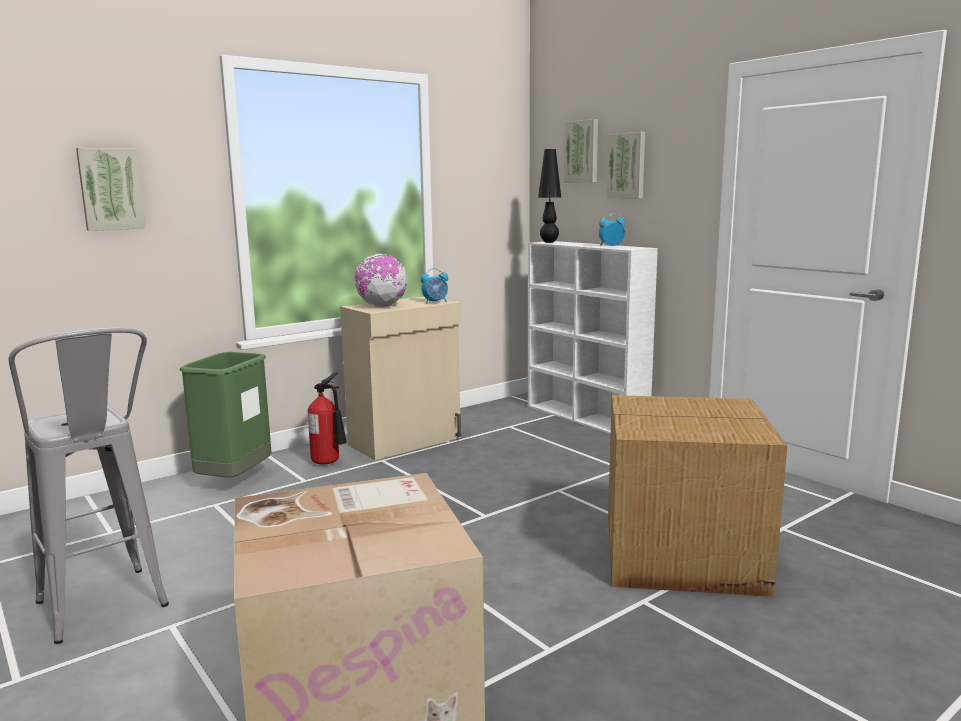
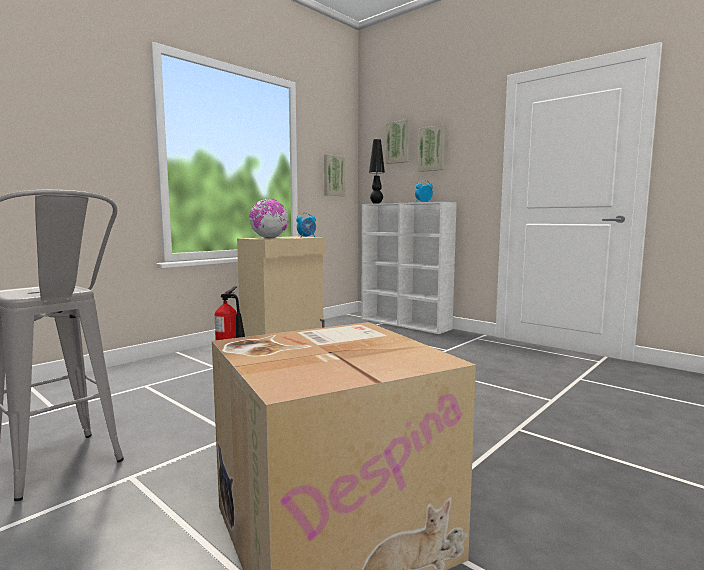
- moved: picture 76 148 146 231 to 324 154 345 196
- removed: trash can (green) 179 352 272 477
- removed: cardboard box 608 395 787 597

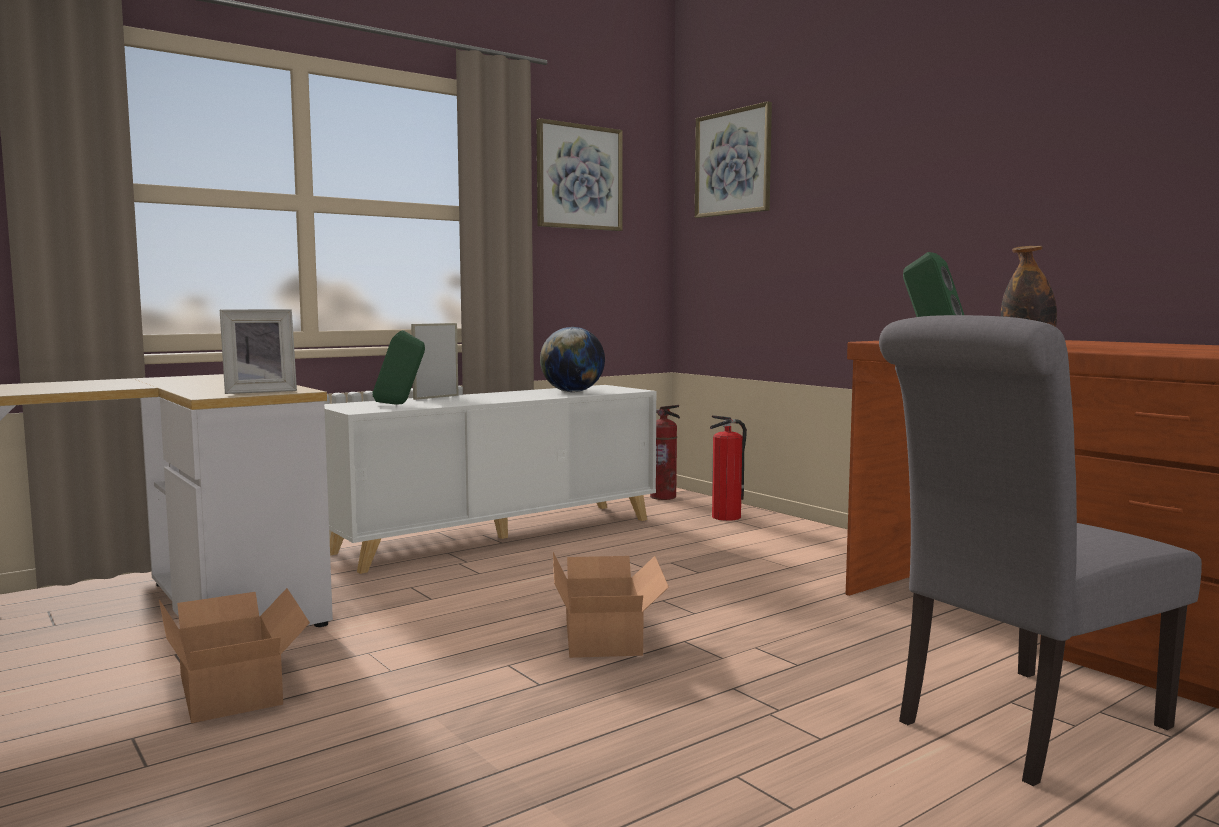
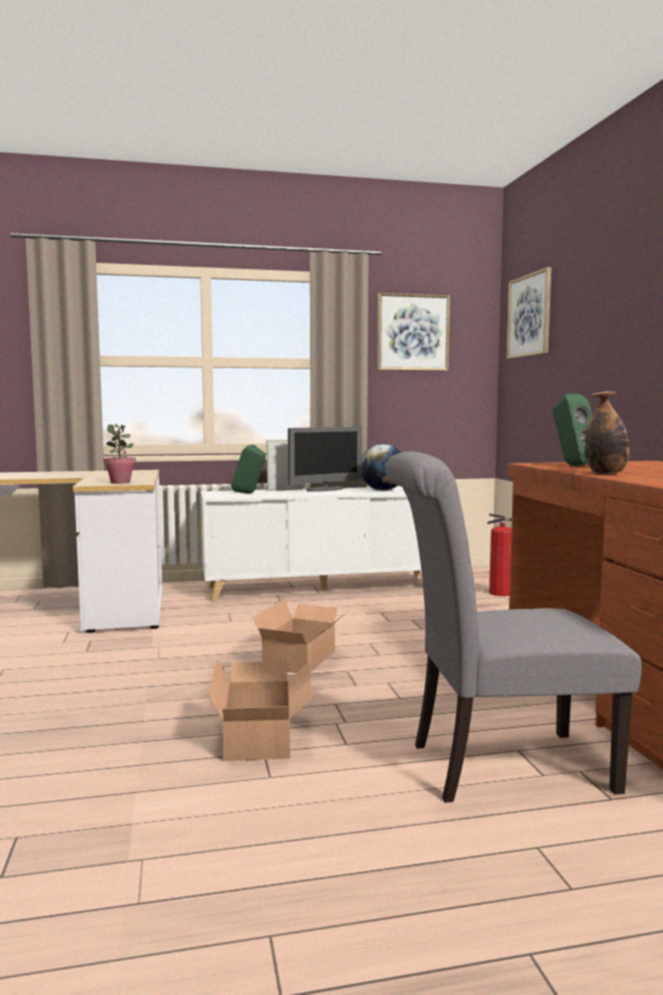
- replaced: picture frame 220 309 297 394 to potted plant 104 424 136 484
- moved: cardboard box 159 588 310 723 to 208 659 313 761
- added: monitor 288 427 362 492
- removed: fire extinguisher 650 405 680 500

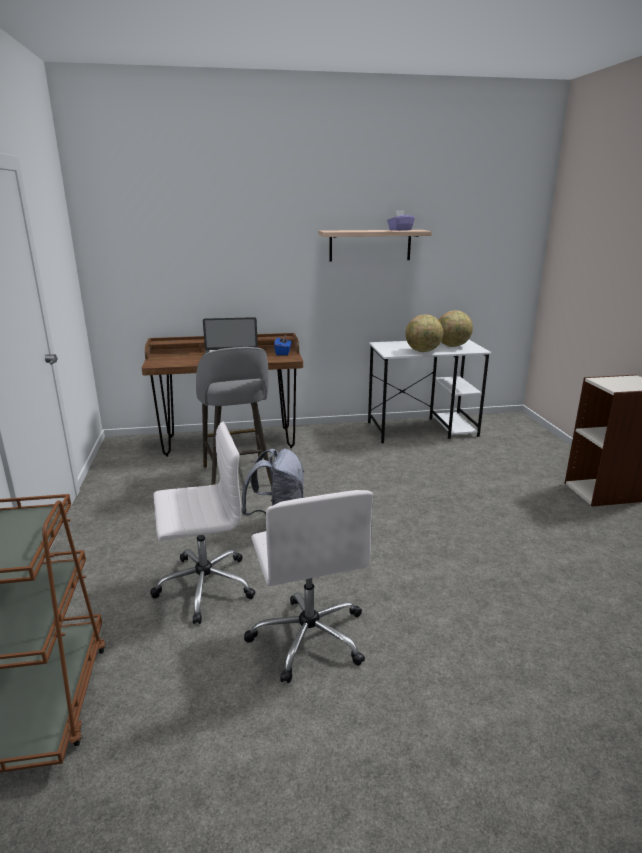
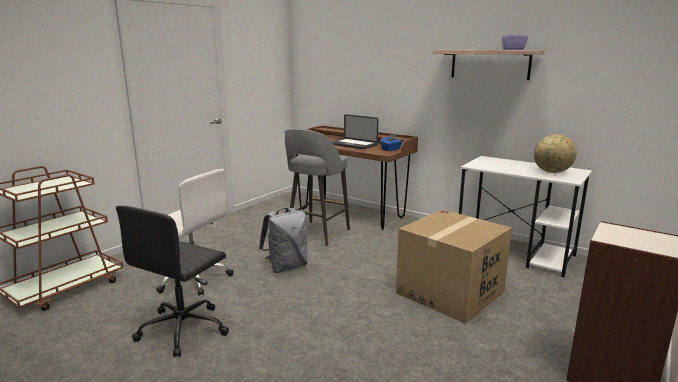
- recoloured: office chair (white) 244 490 373 683 to office chair (black) 116 206 229 357
- added: cardboard box 396 209 512 324
- removed: globe 405 314 443 352

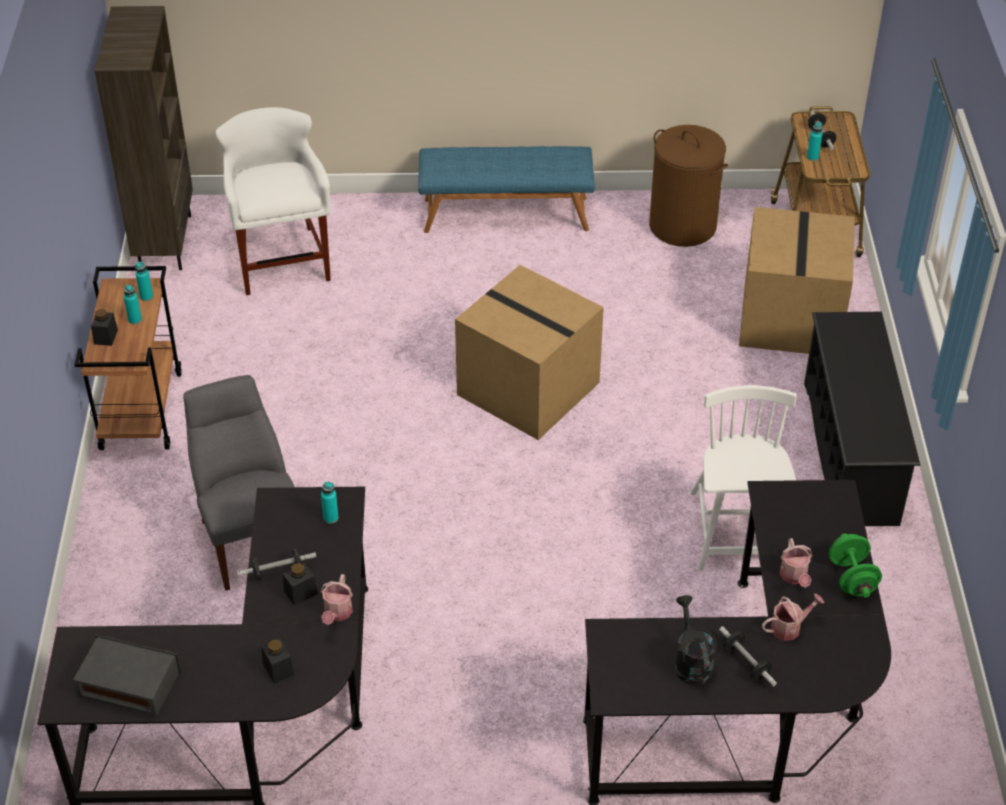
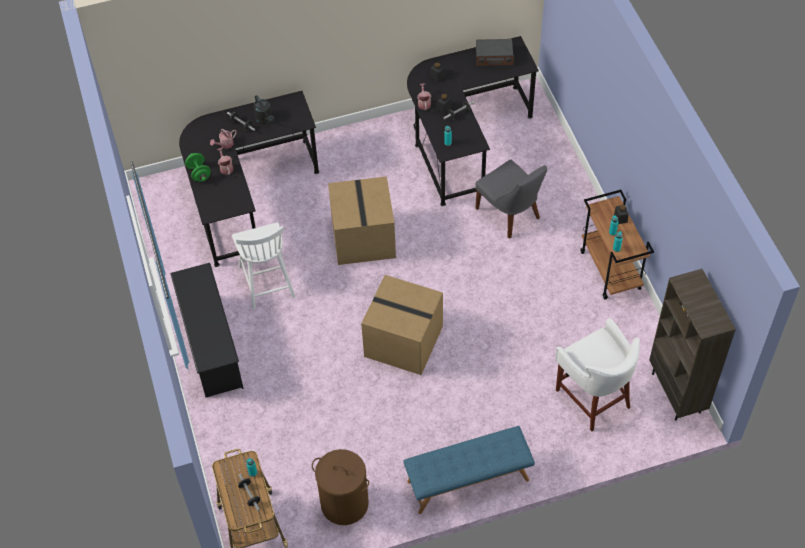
- moved: cardboard box 739 207 855 354 to 328 176 396 265

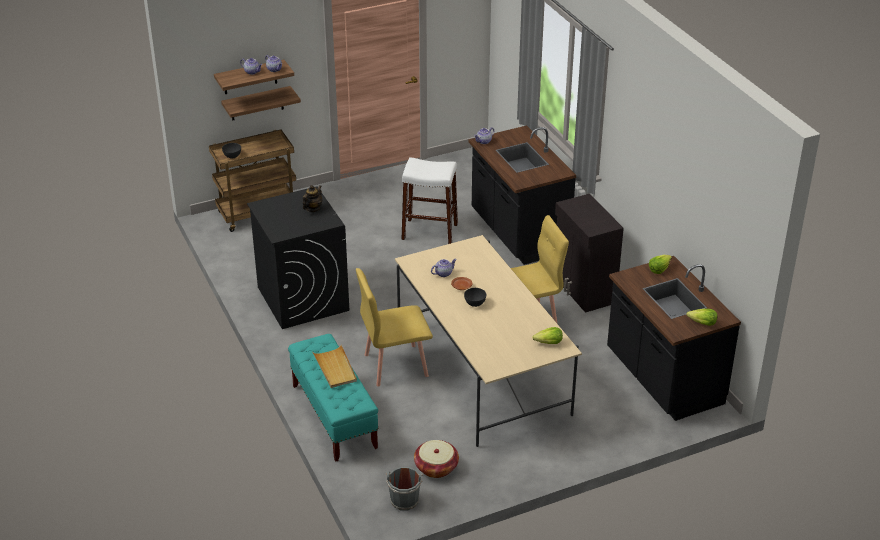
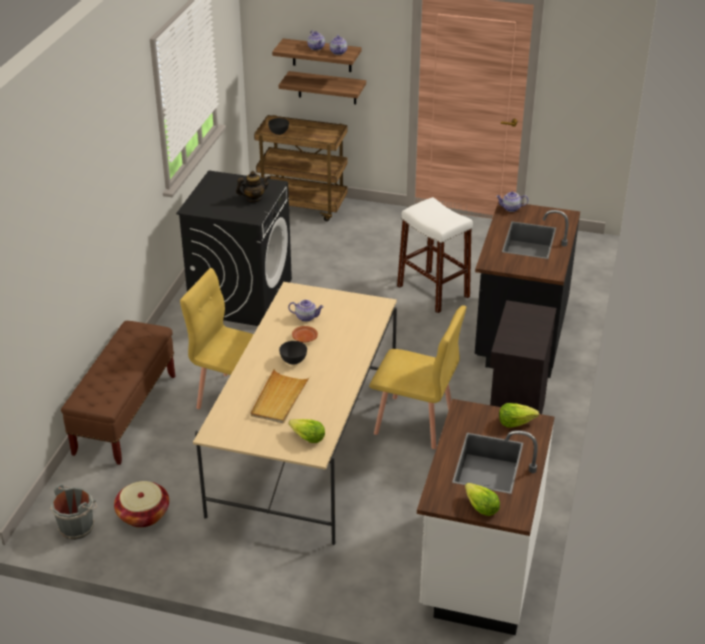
- recoloured: bench (turquoise) 288 334 379 462 to bench (brown) 61 321 175 465
- moved: tray (beige) 312 345 357 388 to 251 369 310 423
- recoloured: counter (black) 607 256 741 421 to counter (white) 417 399 554 635

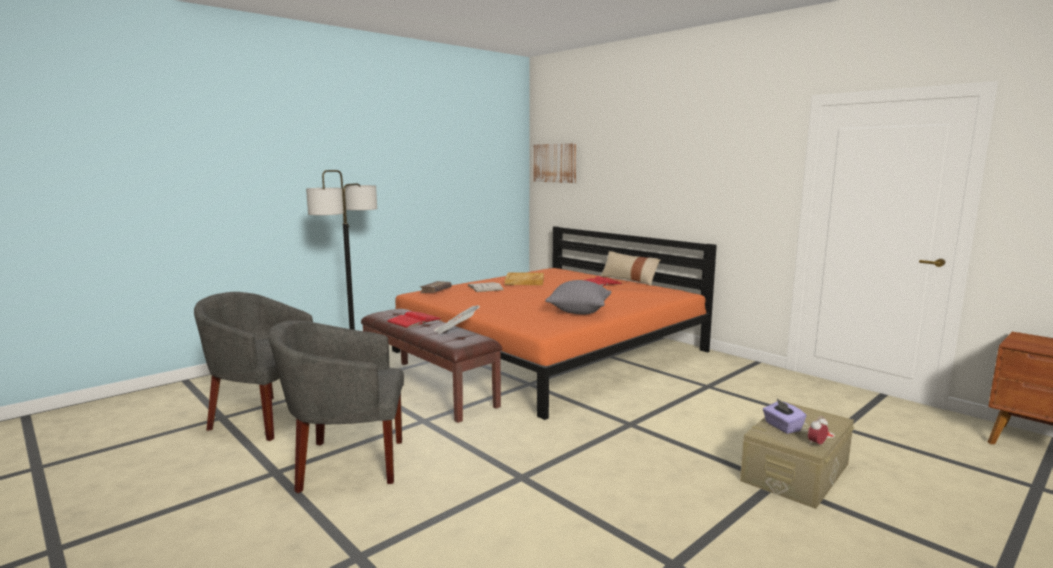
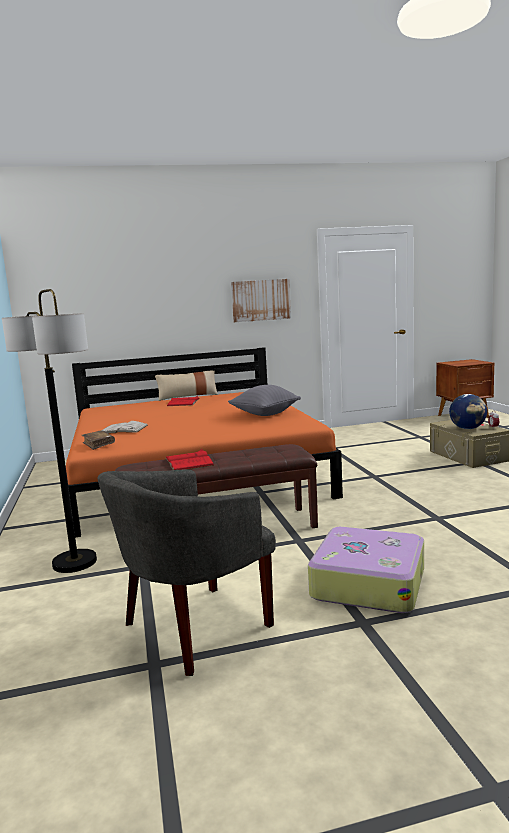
- moved: picture 533 143 576 183 to 231 279 291 322
- replaced: armchair (grey) 268 321 404 493 to suitcase 308 527 424 613
- replaced: tissue box (purple) 763 399 806 434 to globe 449 394 487 429
- removed: newspaper 434 305 480 334
- removed: tray (beige) 505 272 544 285

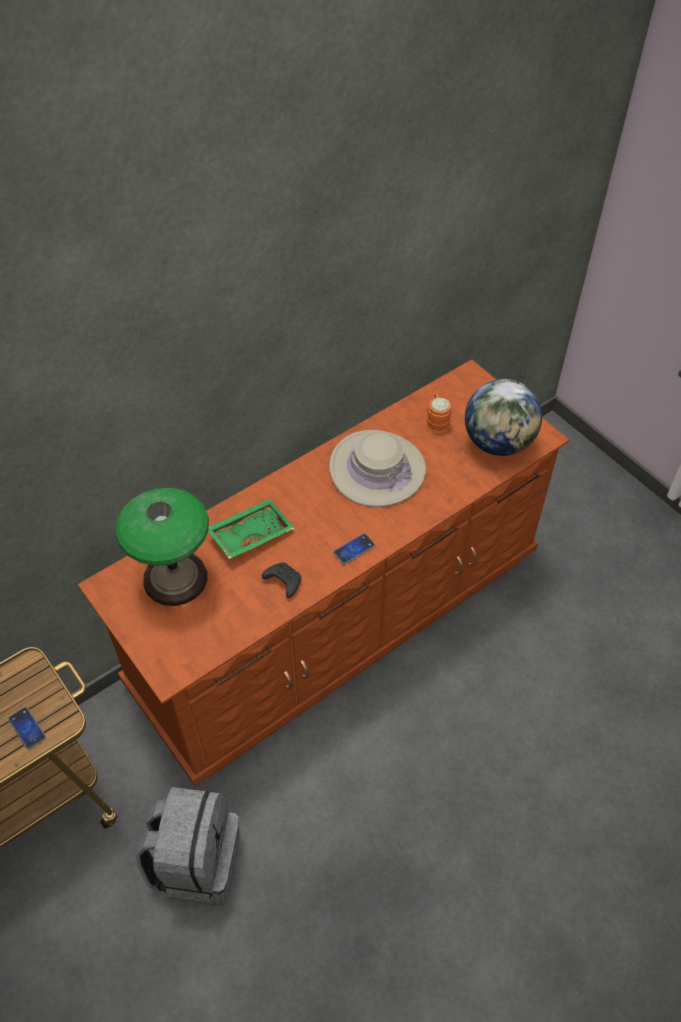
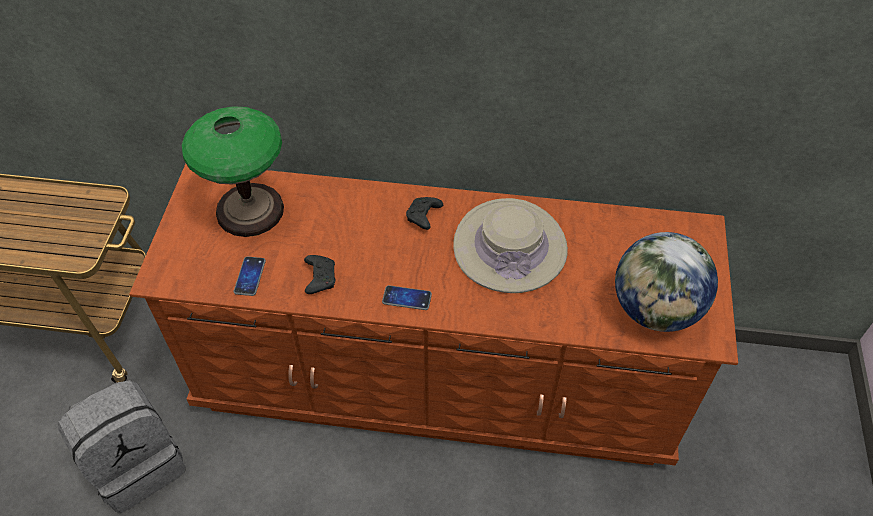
- moved: phone 8 707 46 750 to 234 256 266 296
- added: game controller (black) 406 197 443 230
- removed: tray (green) 208 499 295 559
- removed: mug (orange) 426 394 452 434

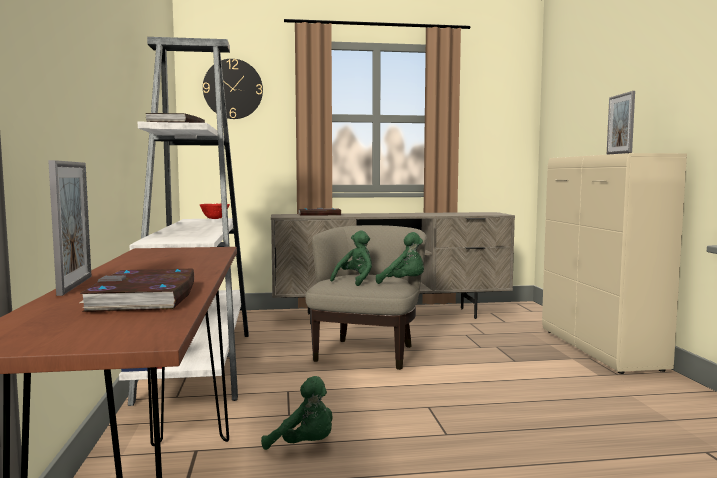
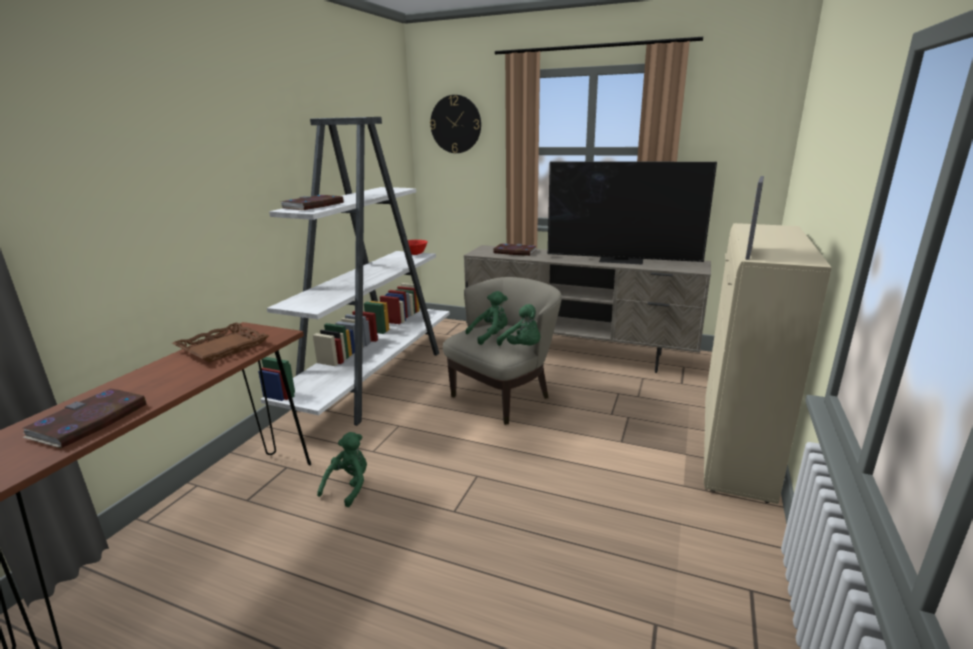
- added: tray (brown) 172 322 269 363
- turned: plush toy (green) 261 376 333 450 = 317 432 367 507 120 degrees counterclockwise
- added: television 548 161 717 265
- removed: picture frame 48 160 92 296

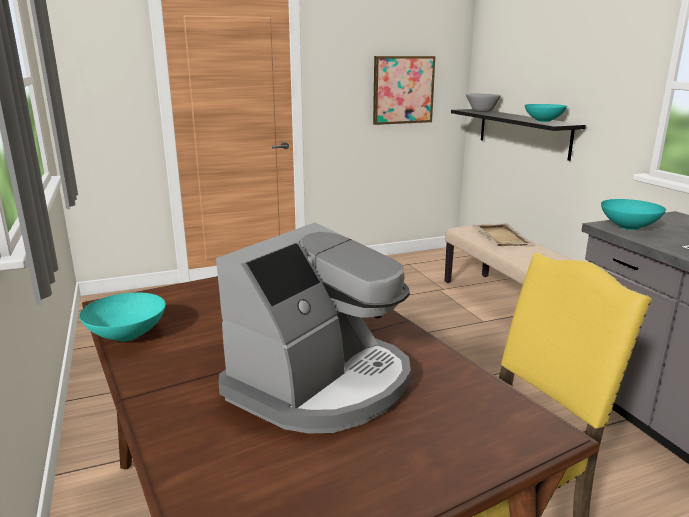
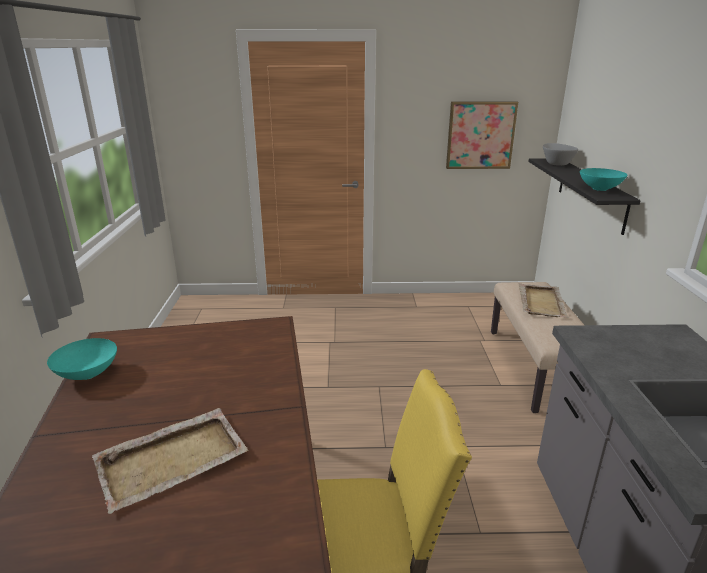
- replaced: coffee machine 216 222 411 434 to tray (beige) 92 408 249 514
- removed: bowl (turquoise) 601 199 666 230

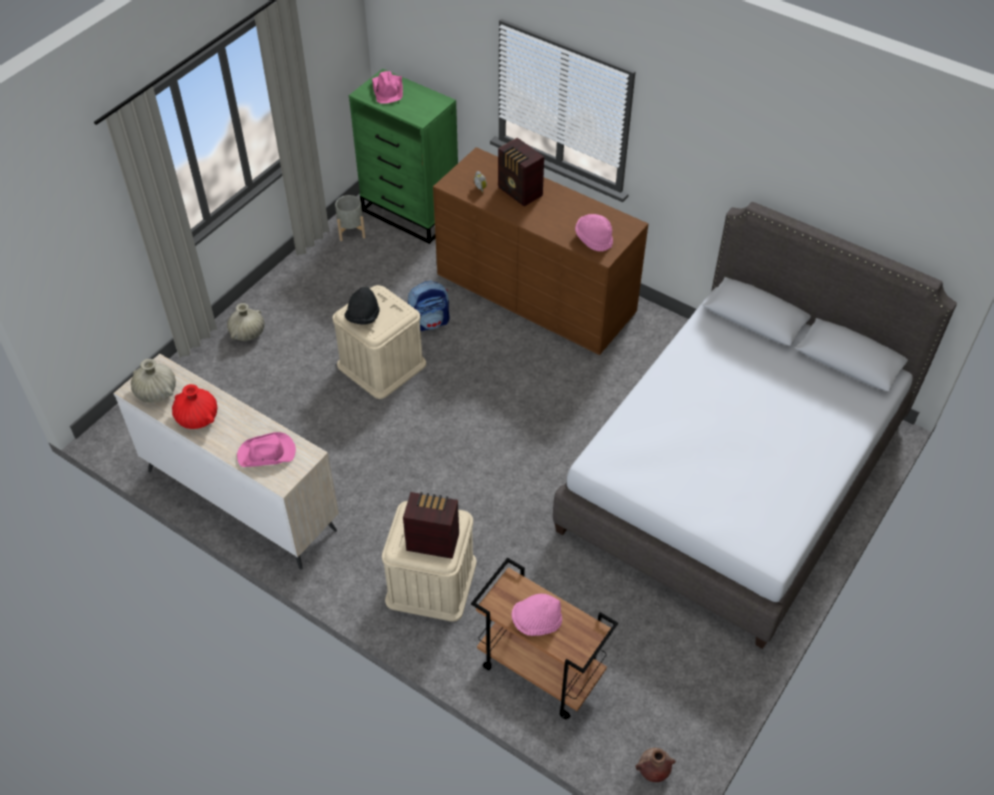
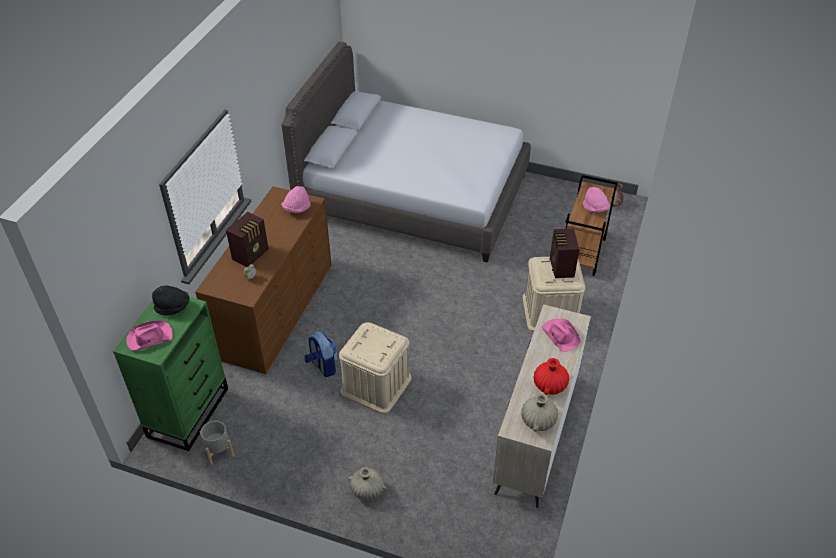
- moved: hat (black) 344 287 380 325 to 152 286 189 315

